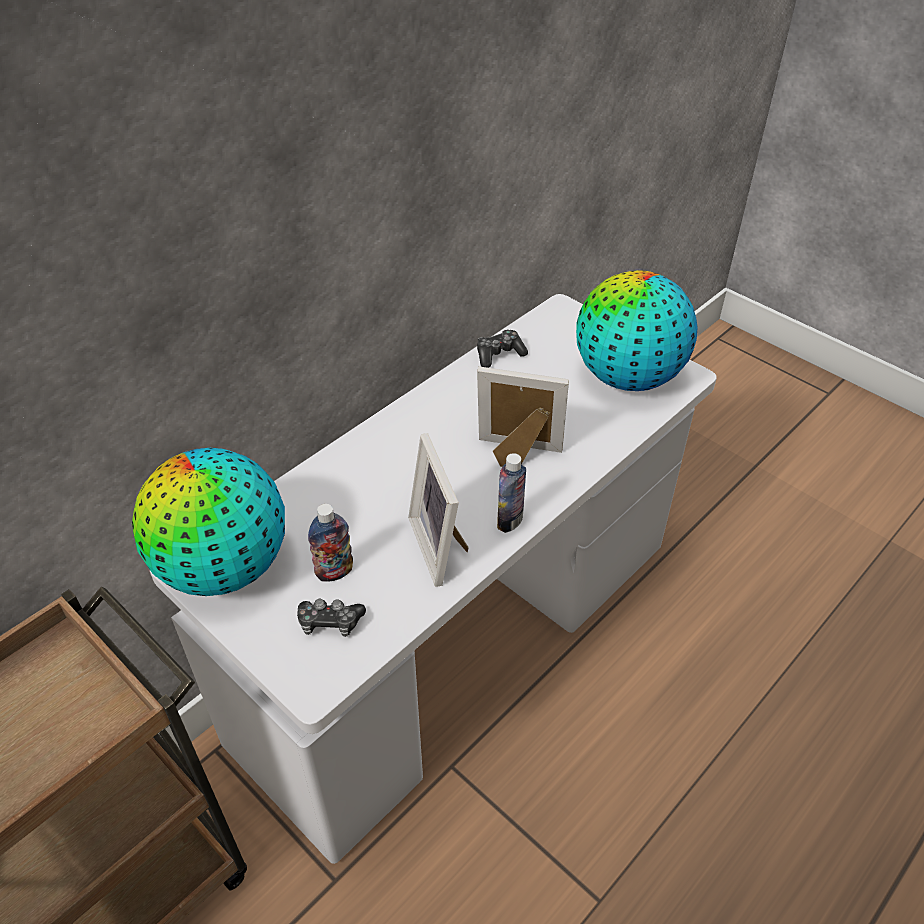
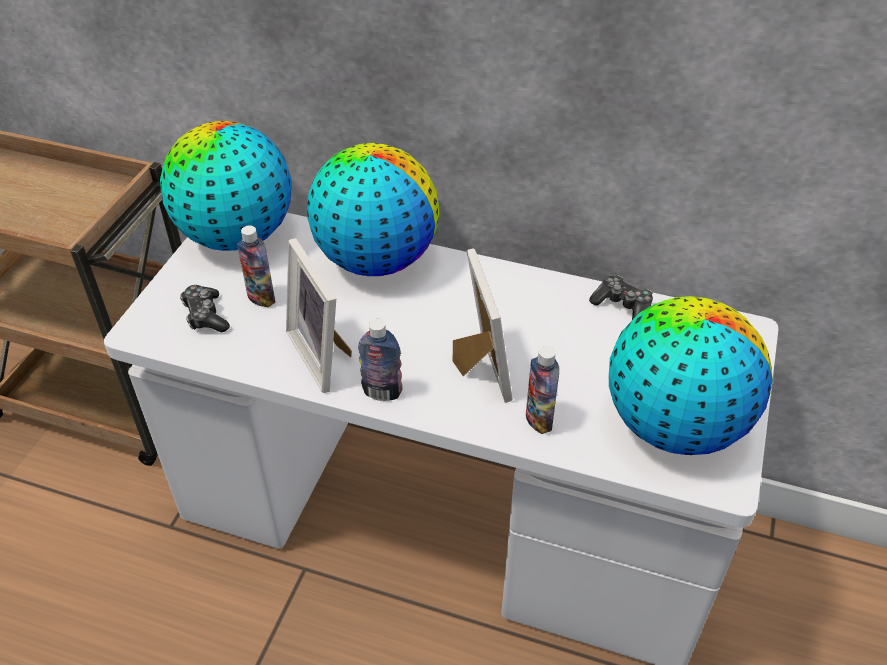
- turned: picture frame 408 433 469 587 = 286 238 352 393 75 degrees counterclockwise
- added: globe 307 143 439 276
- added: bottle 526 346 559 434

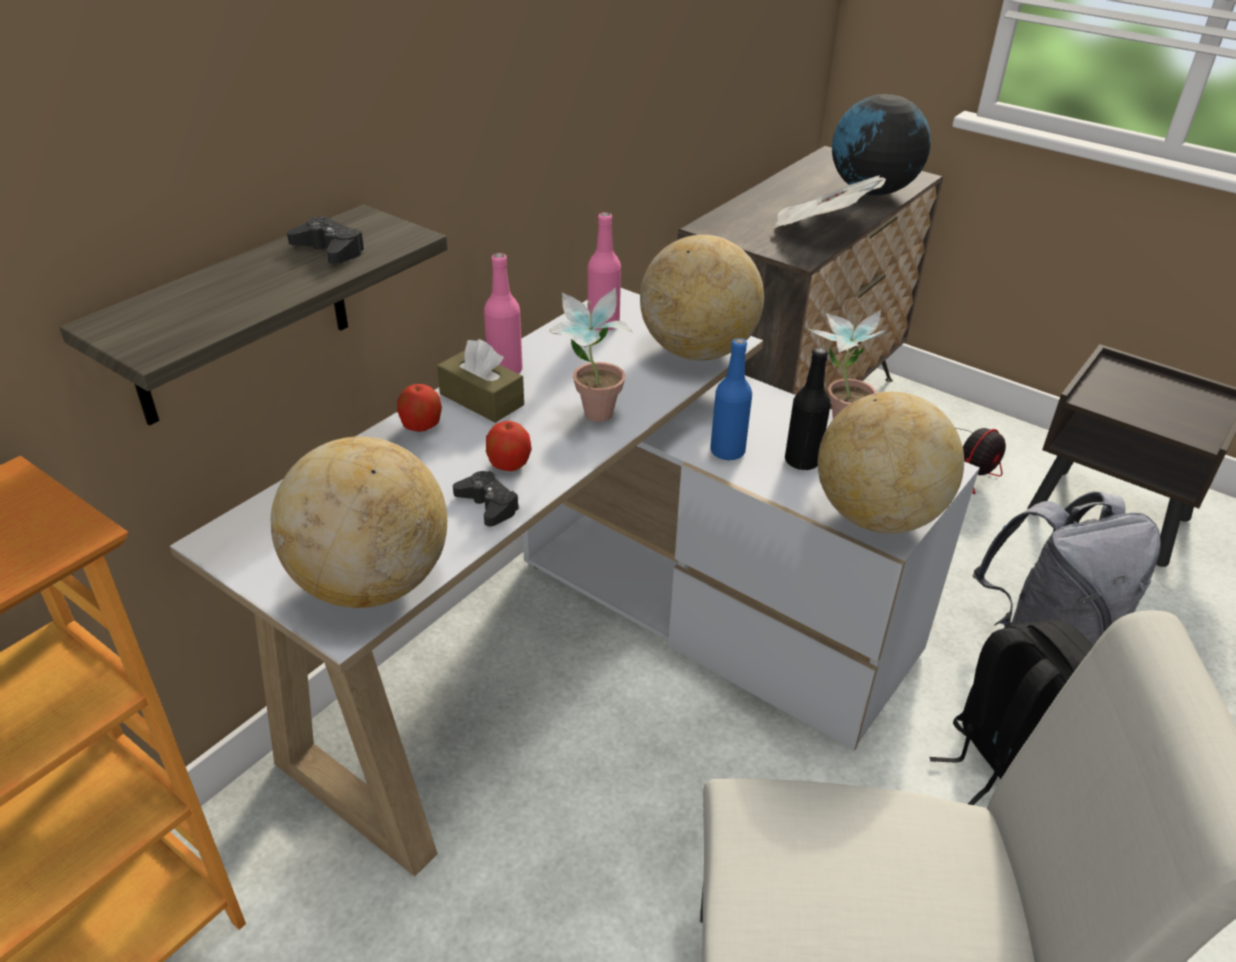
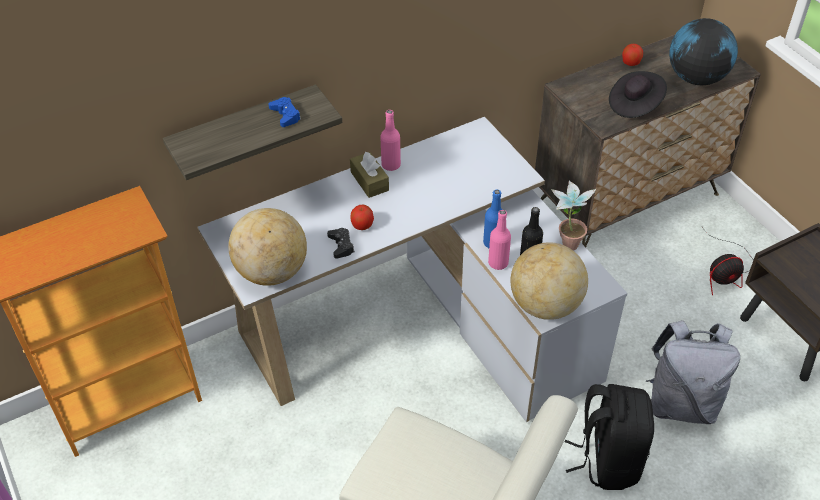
- recoloured: game controller (black) 287 216 365 264 to game controller (blue) 269 97 301 127
- moved: bottle (pink) 588 212 621 331 to 488 210 511 270
- replaced: newspaper 773 175 886 228 to hat (black) 609 71 667 118
- moved: apple 397 384 442 432 to 622 44 643 66
- removed: potted plant 549 288 633 422
- removed: globe 640 235 764 360

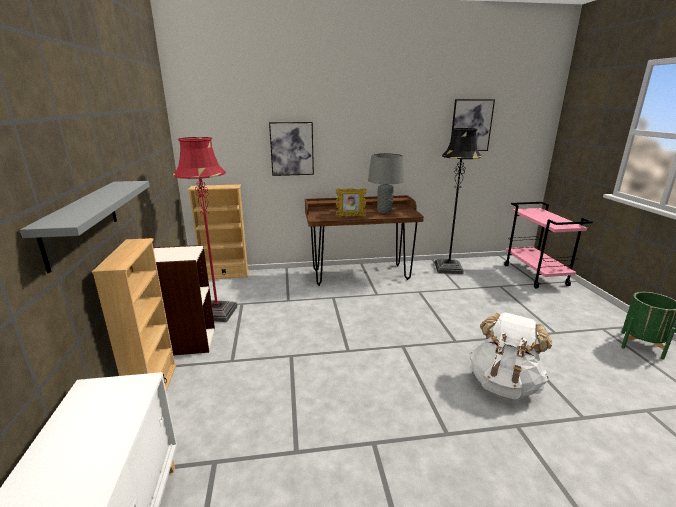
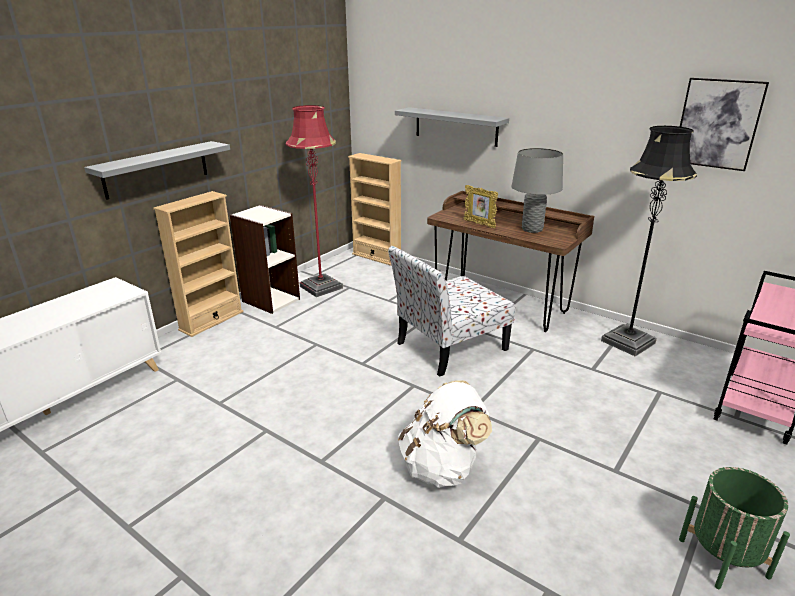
- added: chair 388 246 516 377
- replaced: picture 269 122 314 176 to shelf (grey) 395 107 509 147

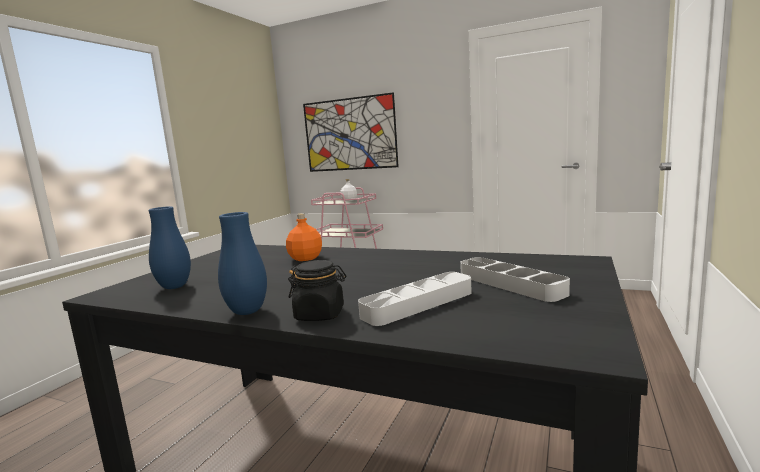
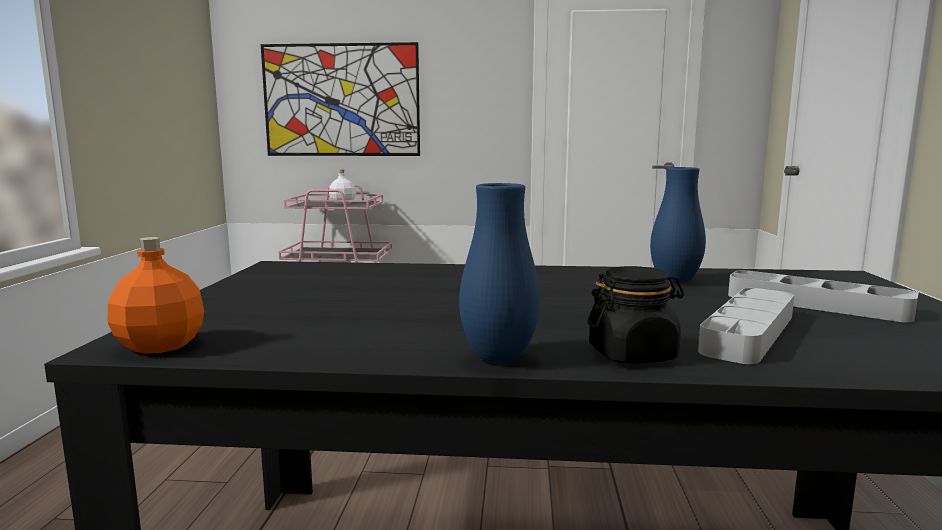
- moved: bottle (orange) 286 213 322 261 to 108 237 205 354
- moved: vase (blue) 148 206 191 289 to 650 167 706 284

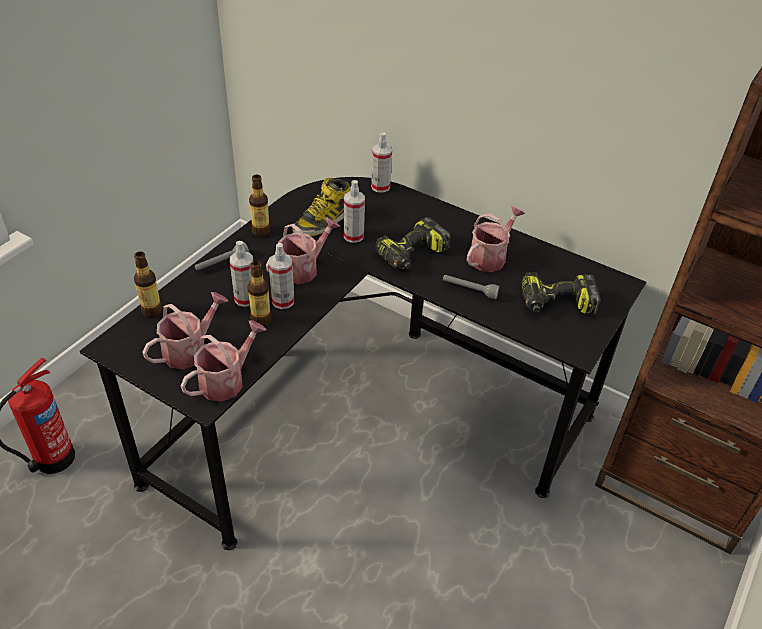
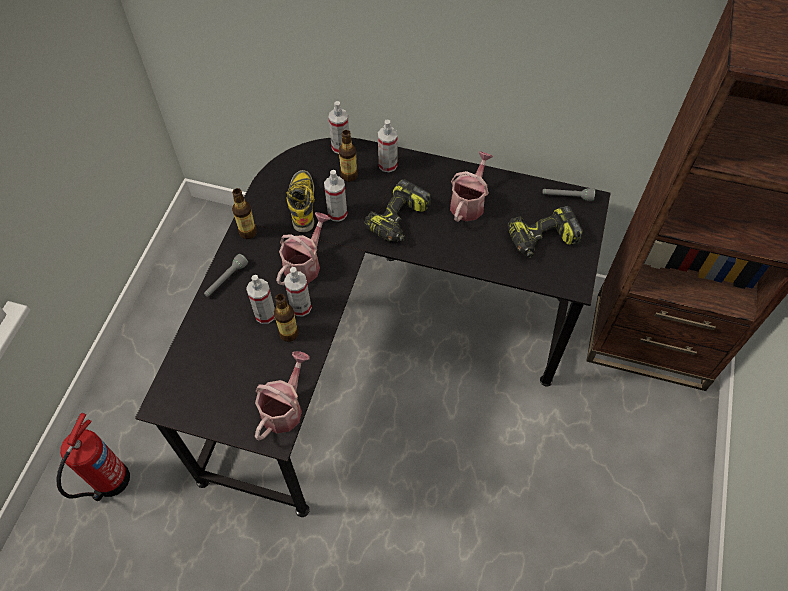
- turned: boot 292 178 350 237 = 287 170 315 232 150 degrees clockwise
- moved: bottle 134 252 163 318 to 339 130 358 182
- added: spray bottle 378 120 398 172
- moved: flashlight (grey) 443 275 500 300 to 542 188 595 201
- removed: watering can 142 292 228 369

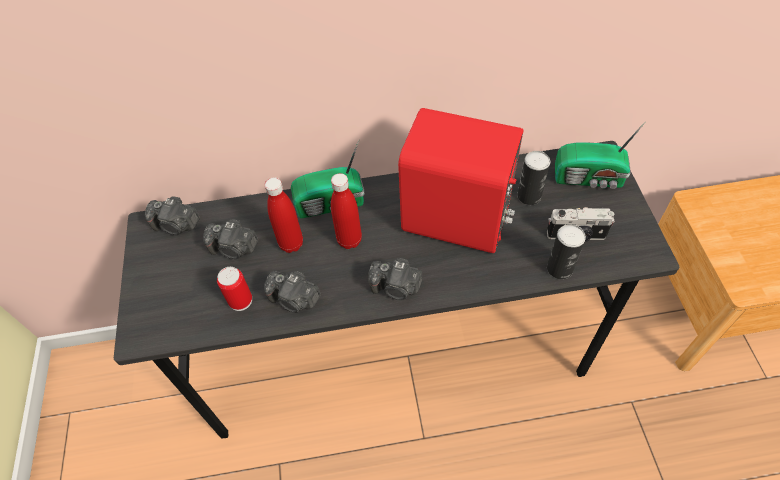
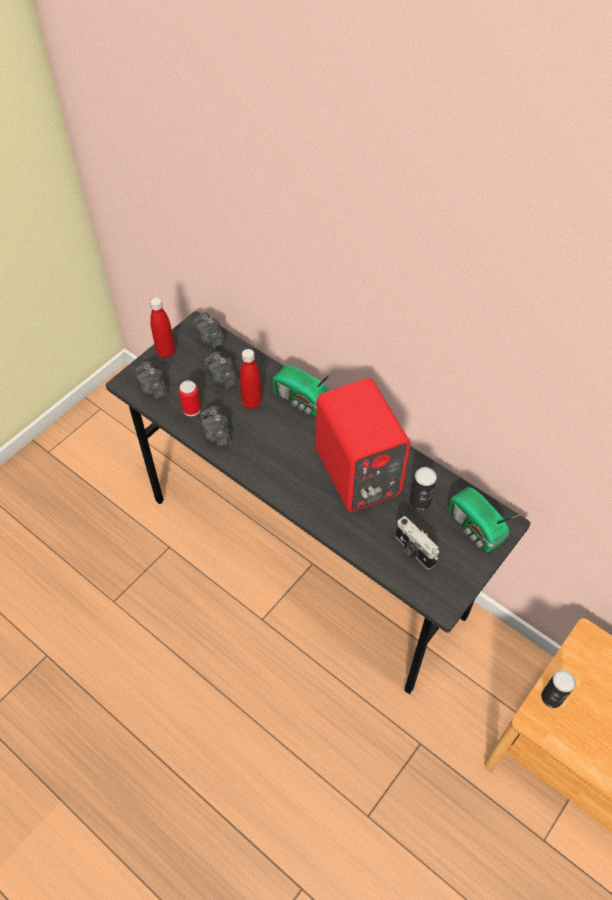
- moved: photo camera 368 258 422 300 to 134 361 168 399
- moved: bottle (red) 331 173 362 249 to 150 297 175 358
- moved: can 547 224 586 279 to 541 670 576 708

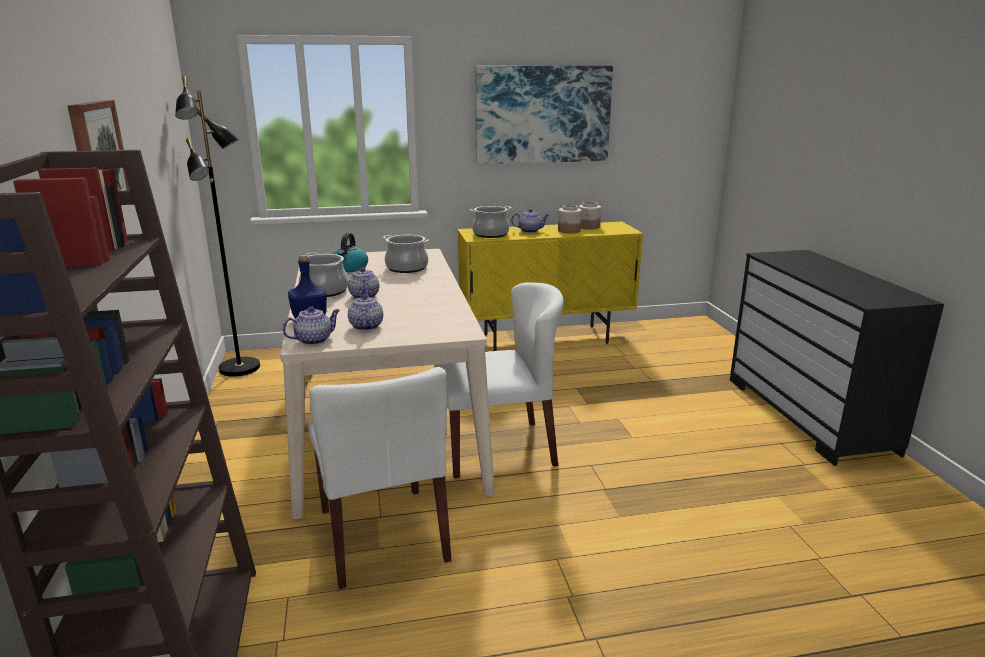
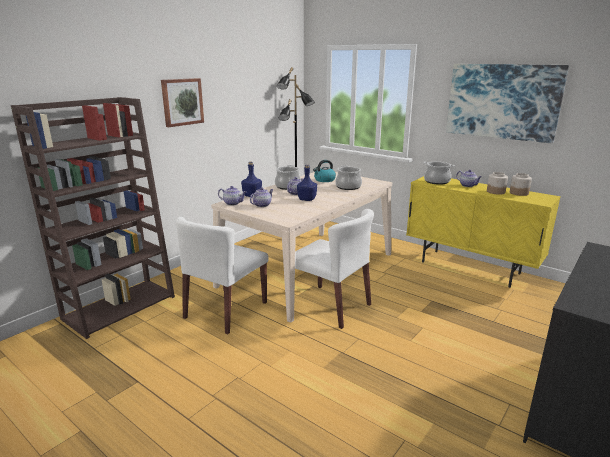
- added: bottle (blue) 297 164 317 201

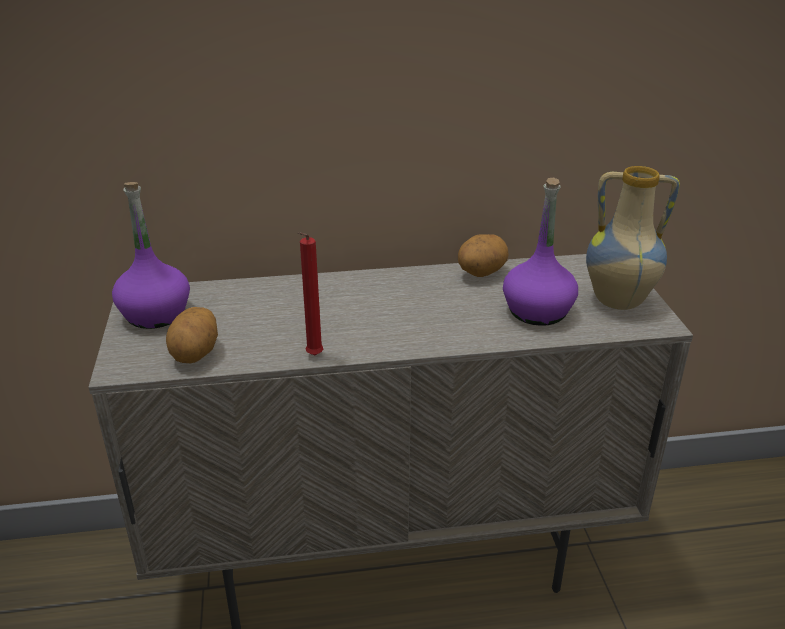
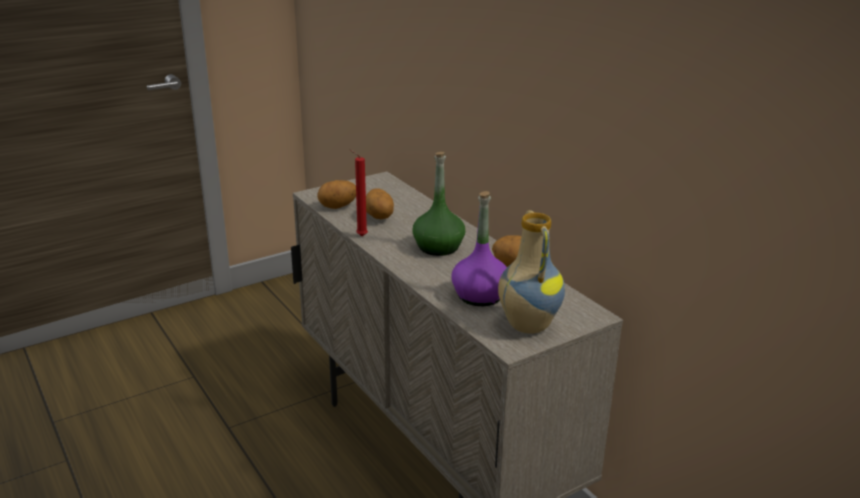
- added: potato 366 188 394 219
- added: bottle (green) 412 152 465 256
- removed: bottle (purple) 112 182 190 329

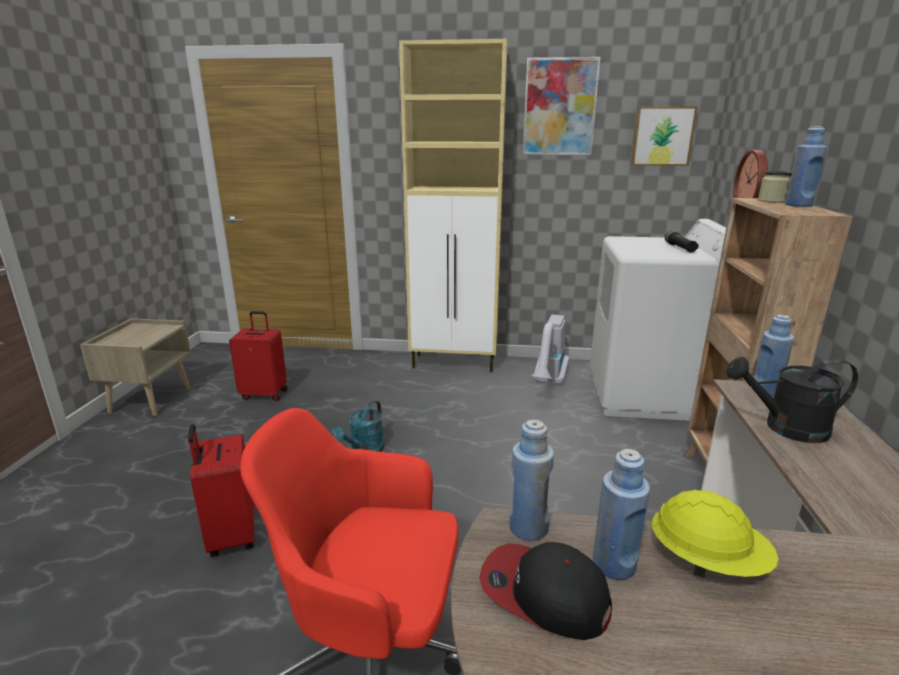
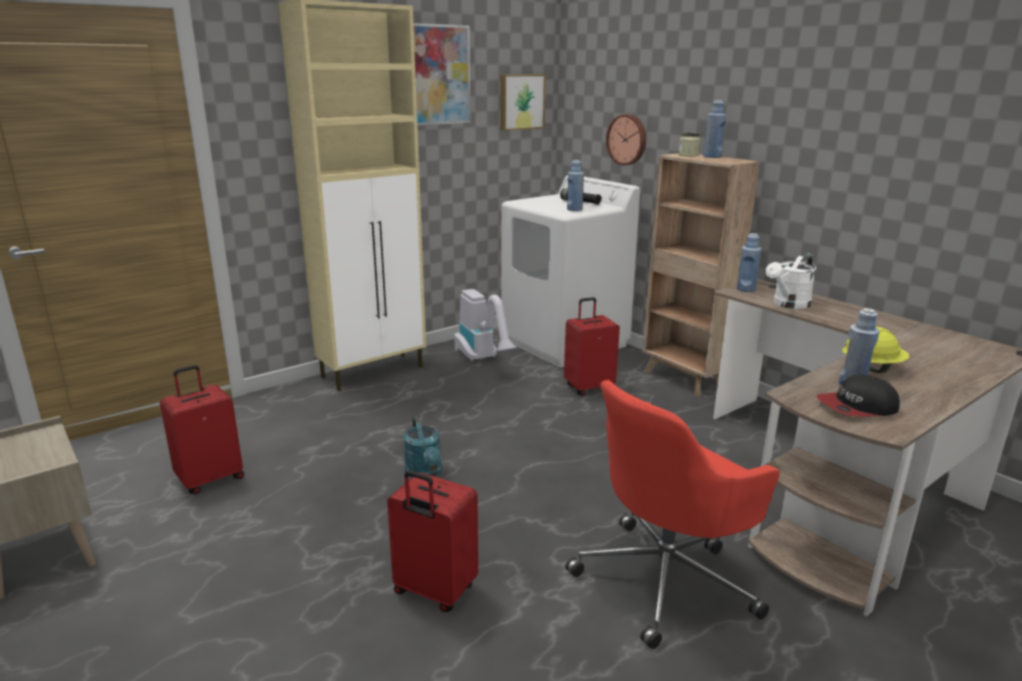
- added: suitcase (red) 564 297 620 396
- moved: bottle (blue) 510 419 554 541 to 567 160 584 211
- recoloured: watering can (black) 726 357 858 443 to watering can (white) 766 252 816 309

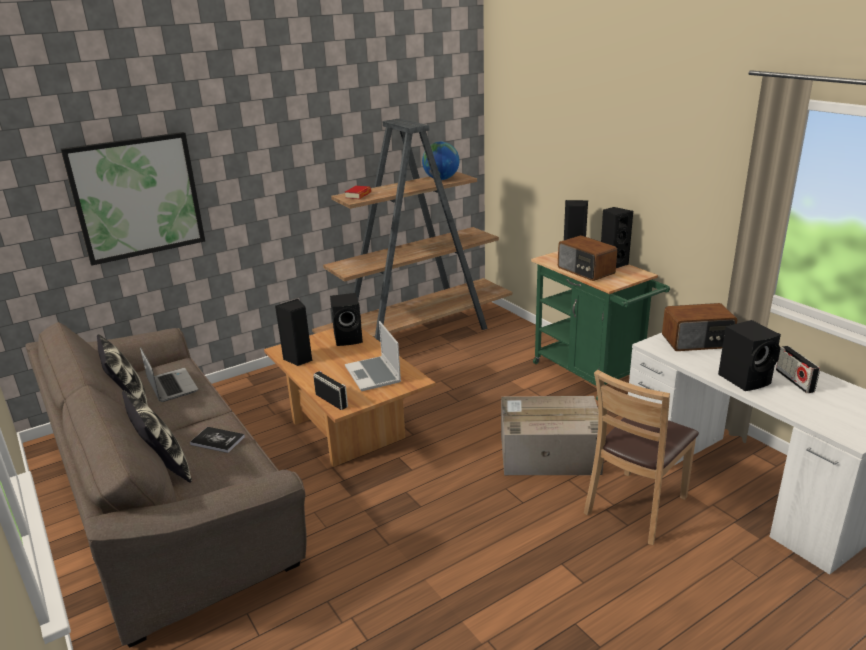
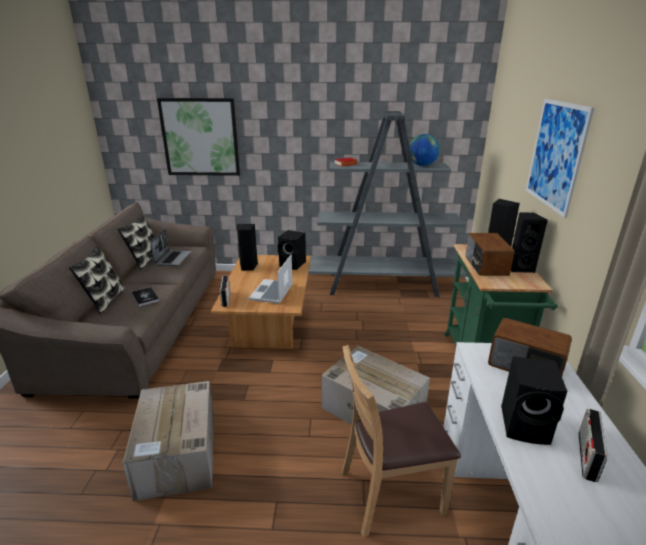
- added: cardboard box 123 381 214 501
- recoloured: bookcase (brown) 312 118 512 341 to bookcase (grey) 308 111 468 297
- added: picture 526 99 594 218

